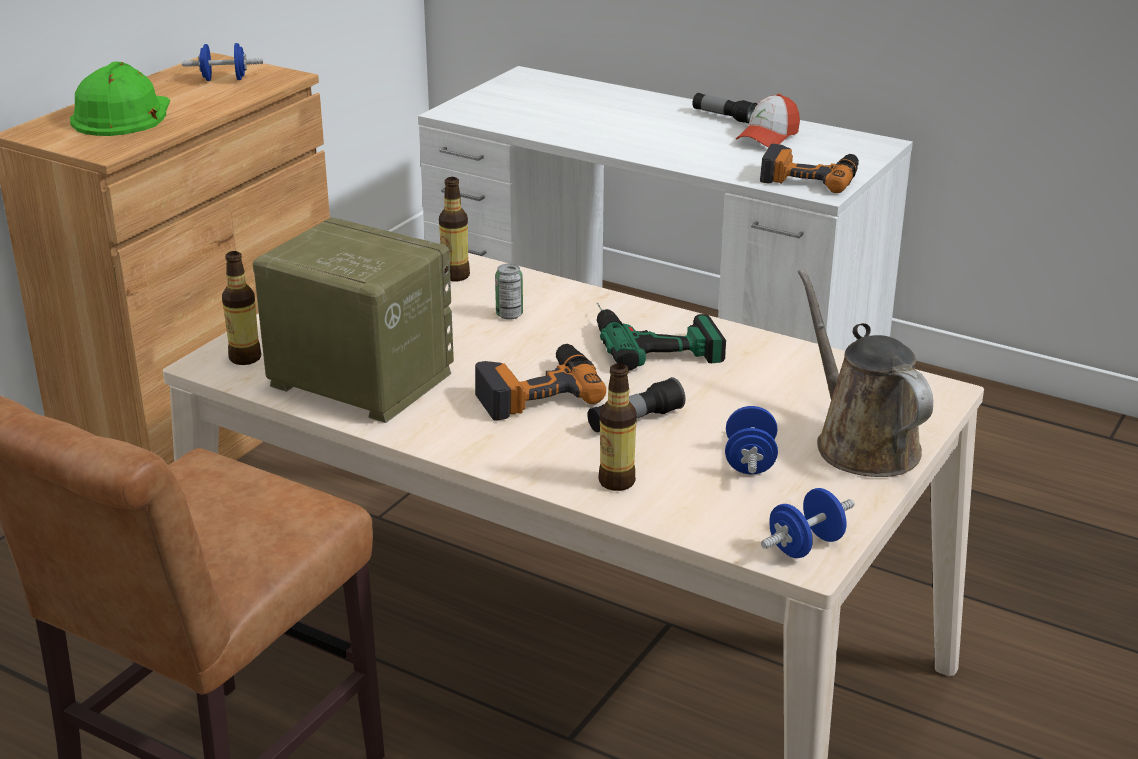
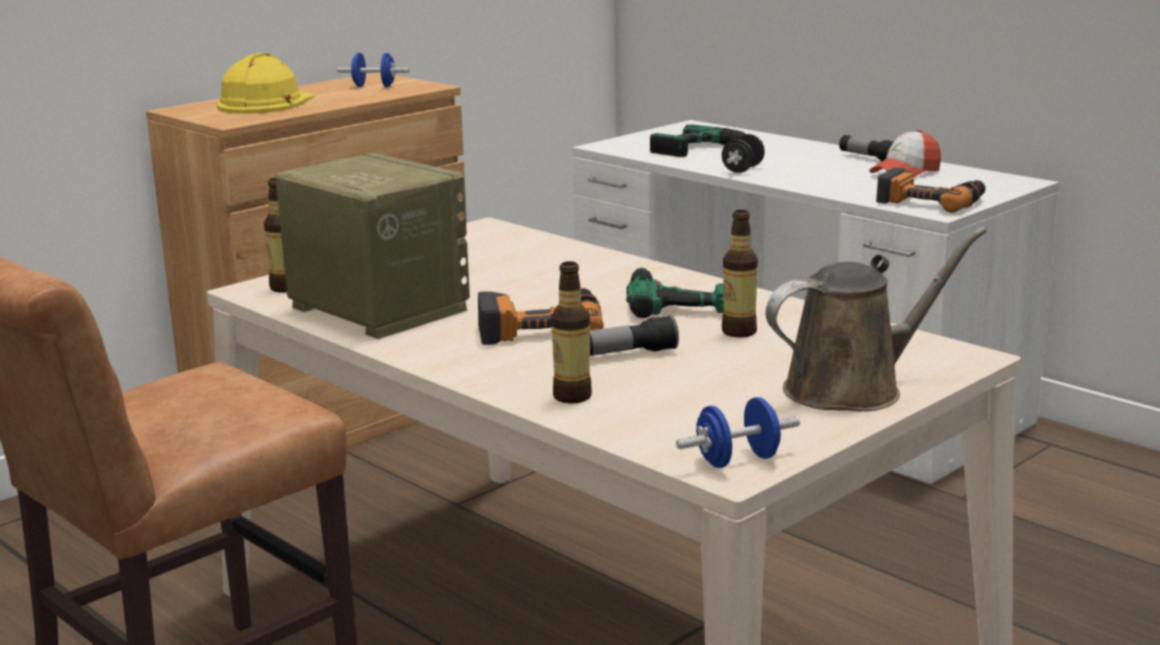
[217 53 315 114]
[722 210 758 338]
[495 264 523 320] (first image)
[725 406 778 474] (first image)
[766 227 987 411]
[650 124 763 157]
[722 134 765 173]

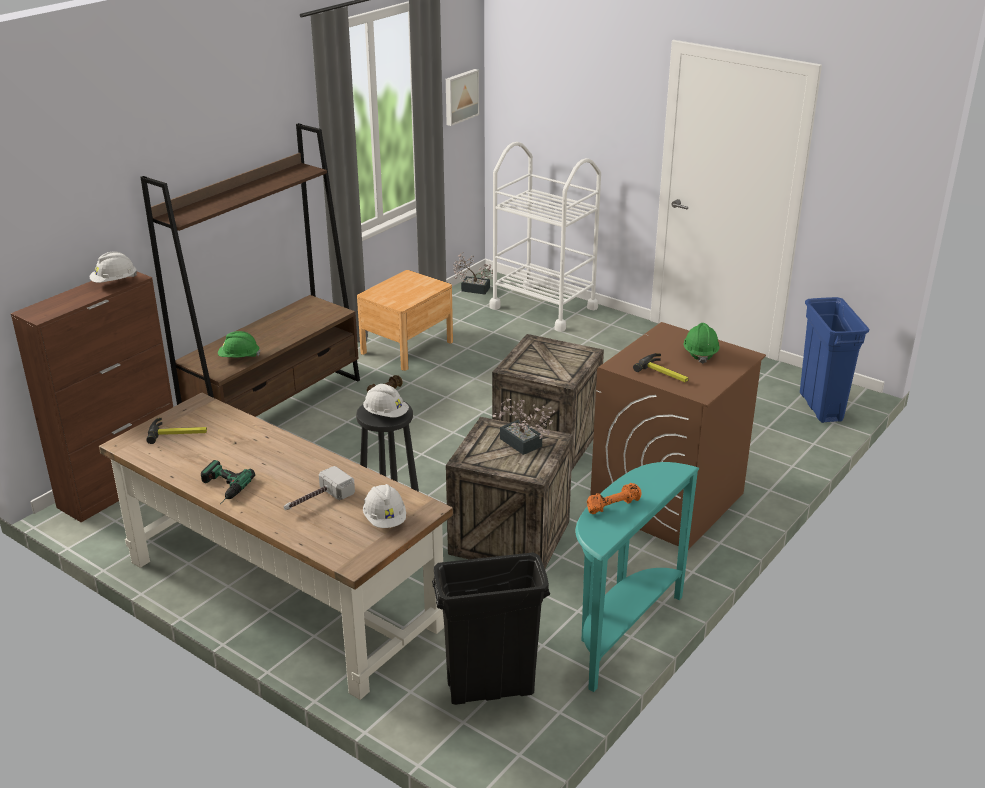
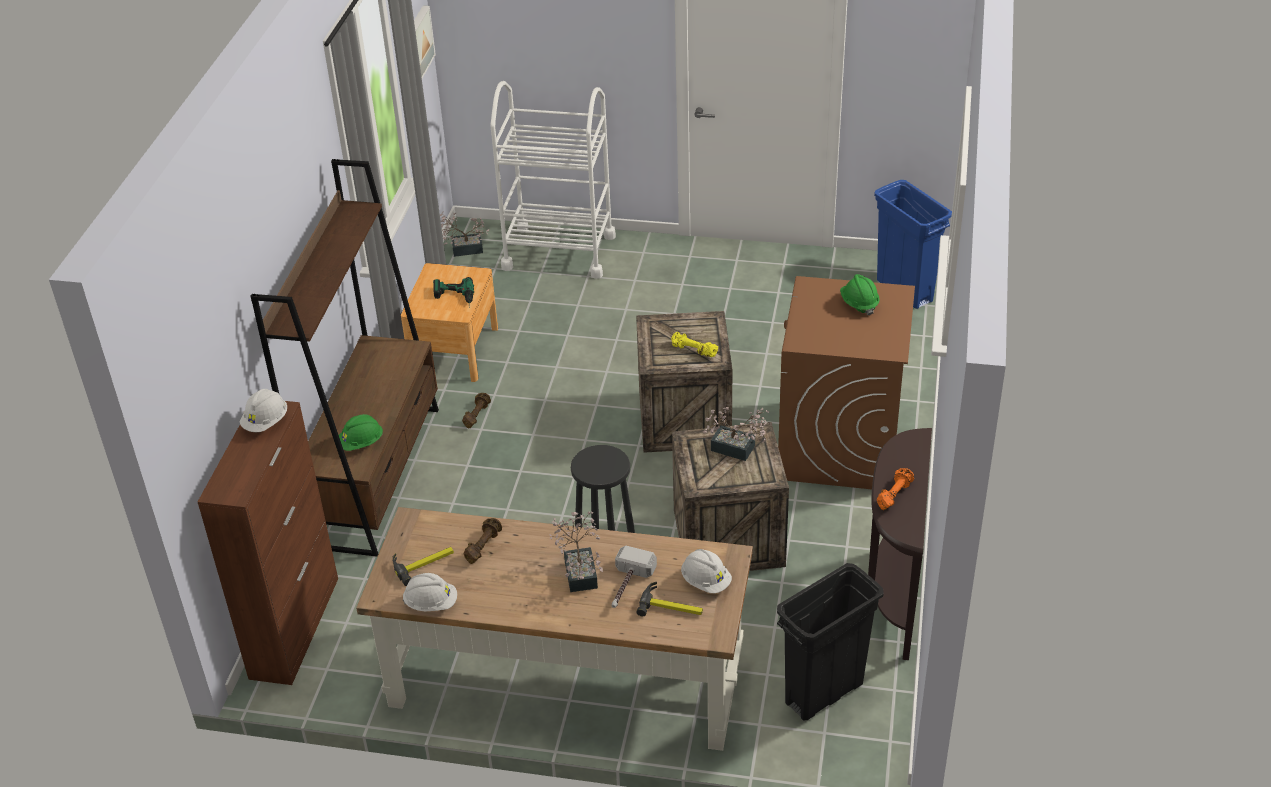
[433 277 474 303]
[403 573 457 611]
[868 428 932 660]
[636 582 703 617]
[464 518 502 564]
[549 511 603 592]
[671 332 718 357]

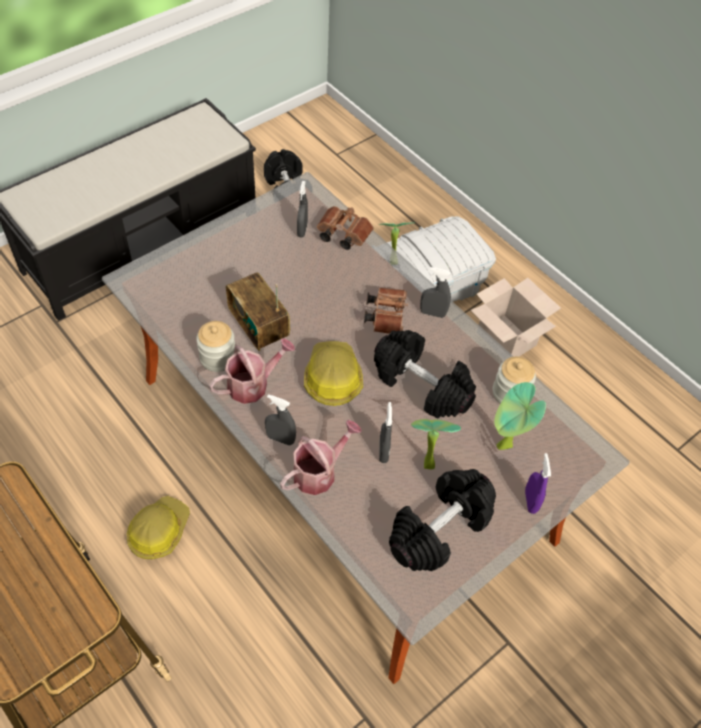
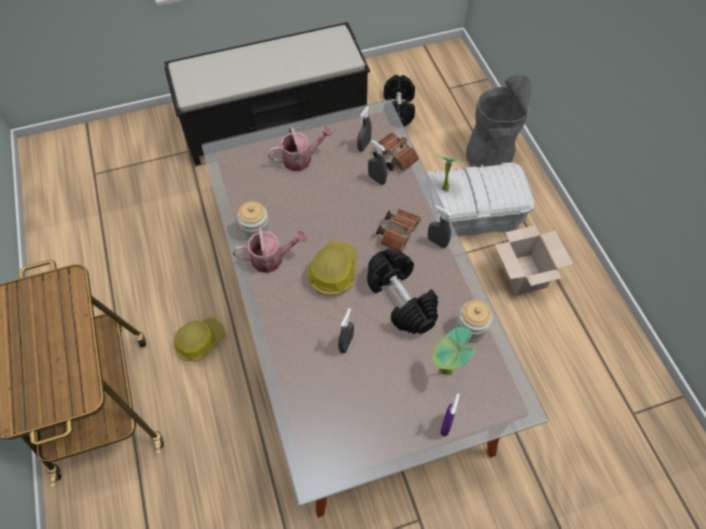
[226 272 290 351] (first image)
[368 140 387 185]
[268 126 333 171]
[389 469 496 571] (first image)
[411 419 461 469] (first image)
[466 75 531 167]

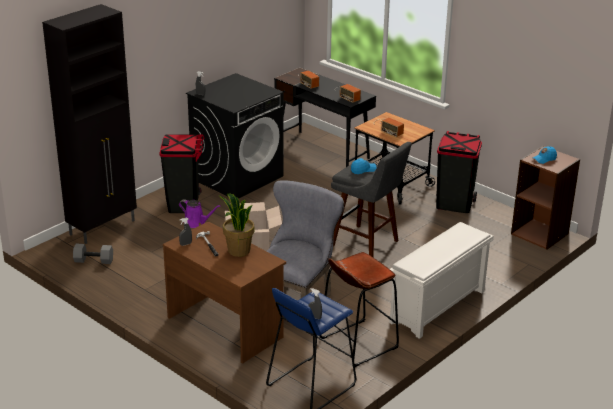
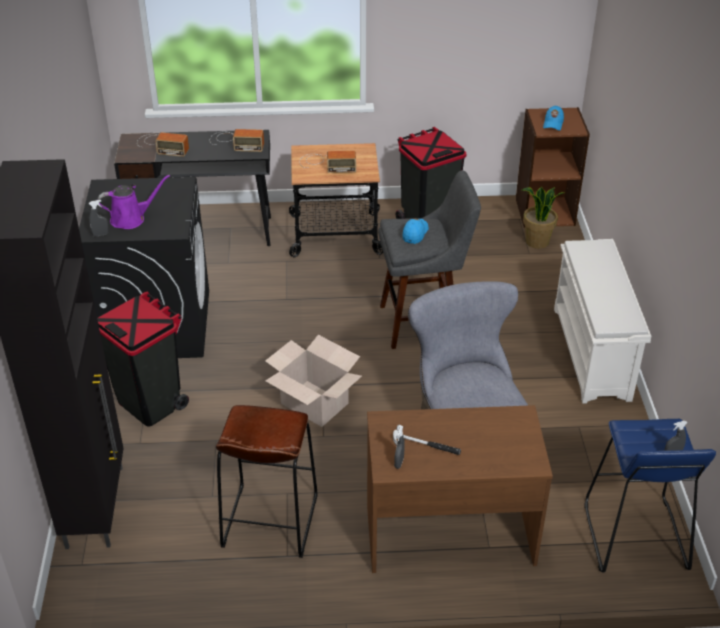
[73 244 113 264] (first image)
[97 175 170 229]
[522 187 564 249]
[216 405 318 558]

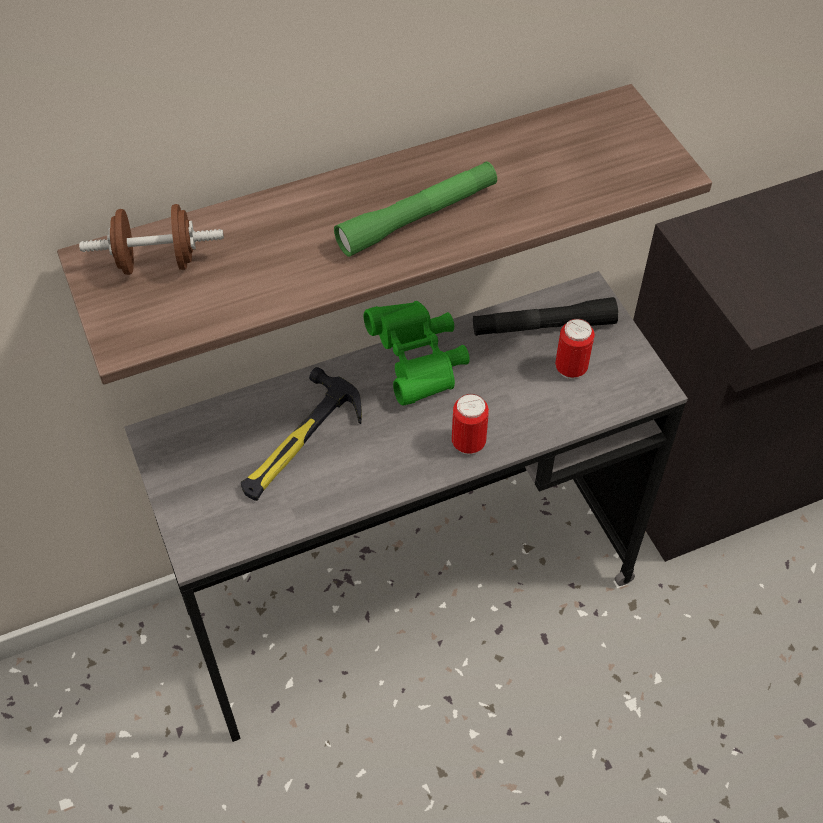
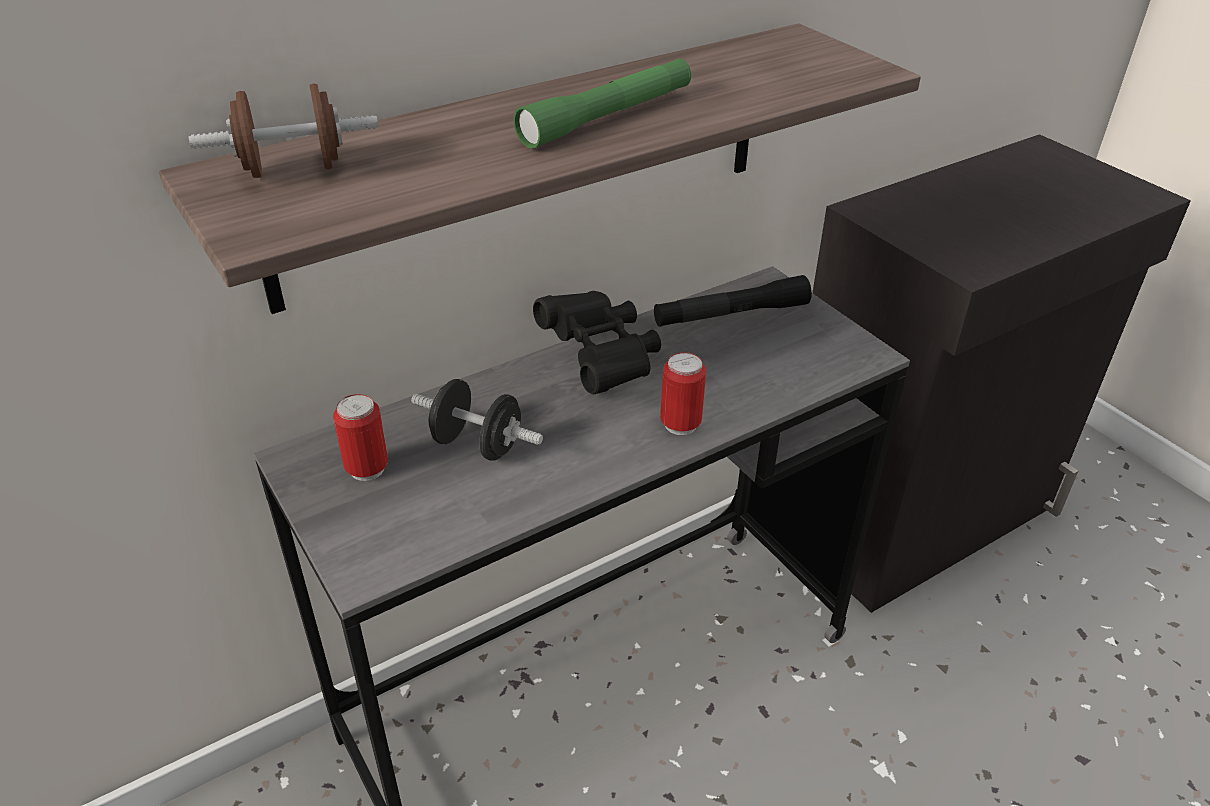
[411 379 543 461]
[533 291 661 395]
[333 394 388 481]

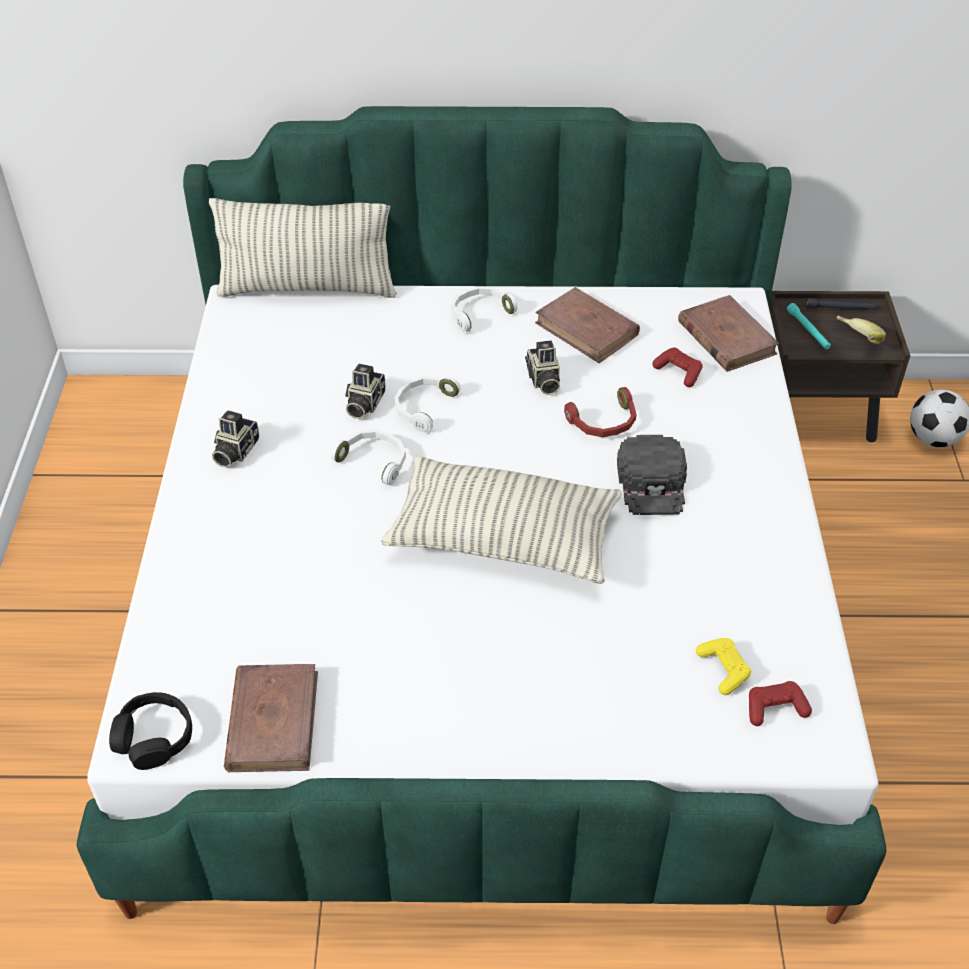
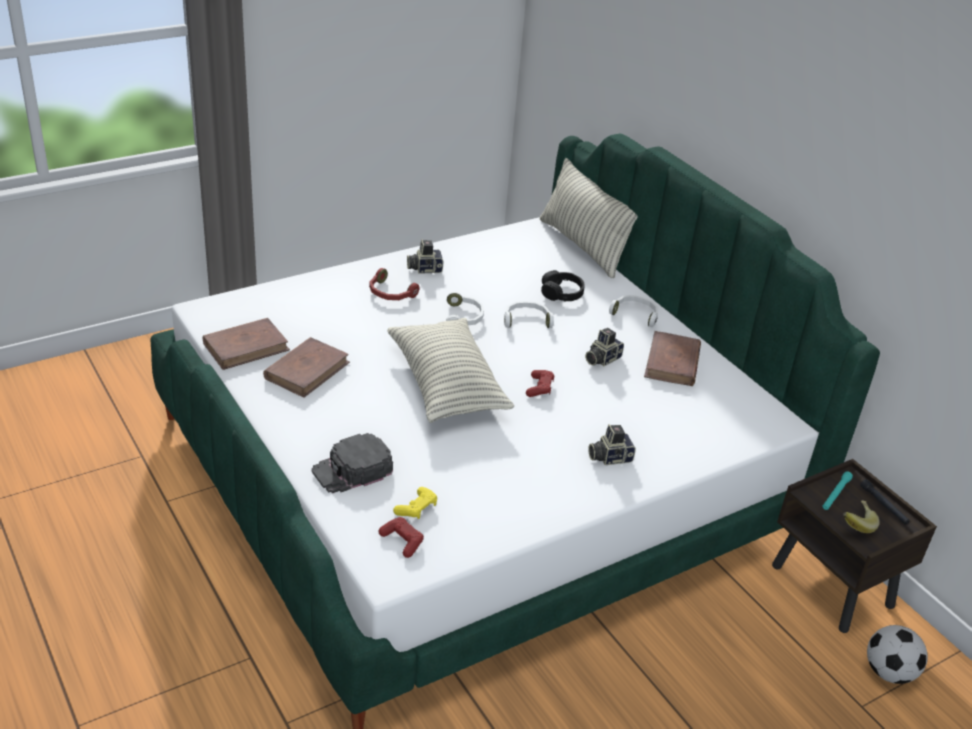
[541 270 585 302]
[588 424 636 465]
[369 268 419 300]
[312 433 393 493]
[526 370 554 397]
[263 337 350 397]

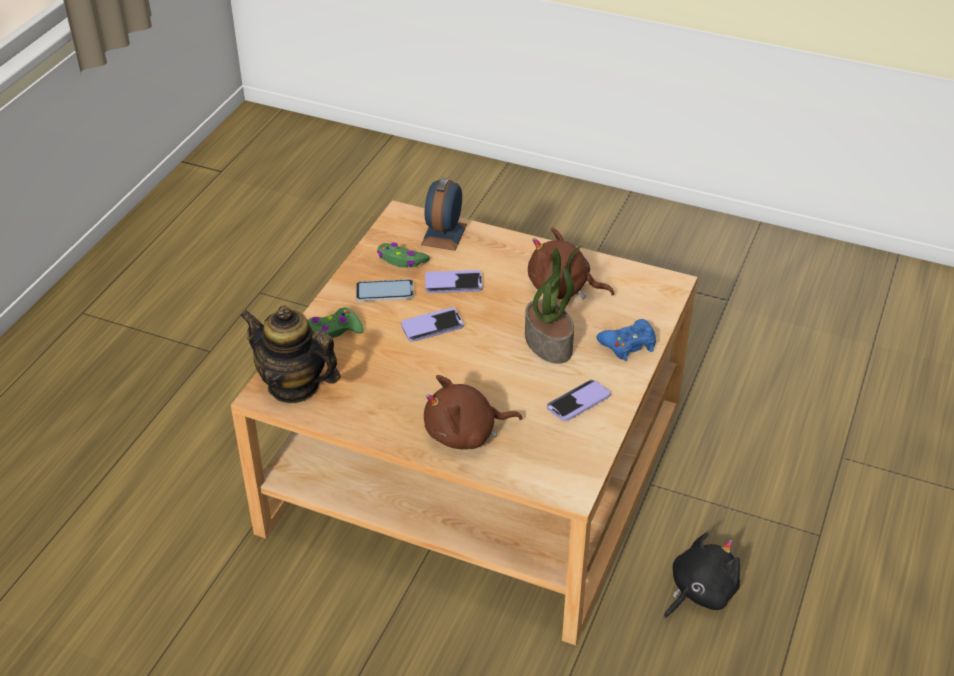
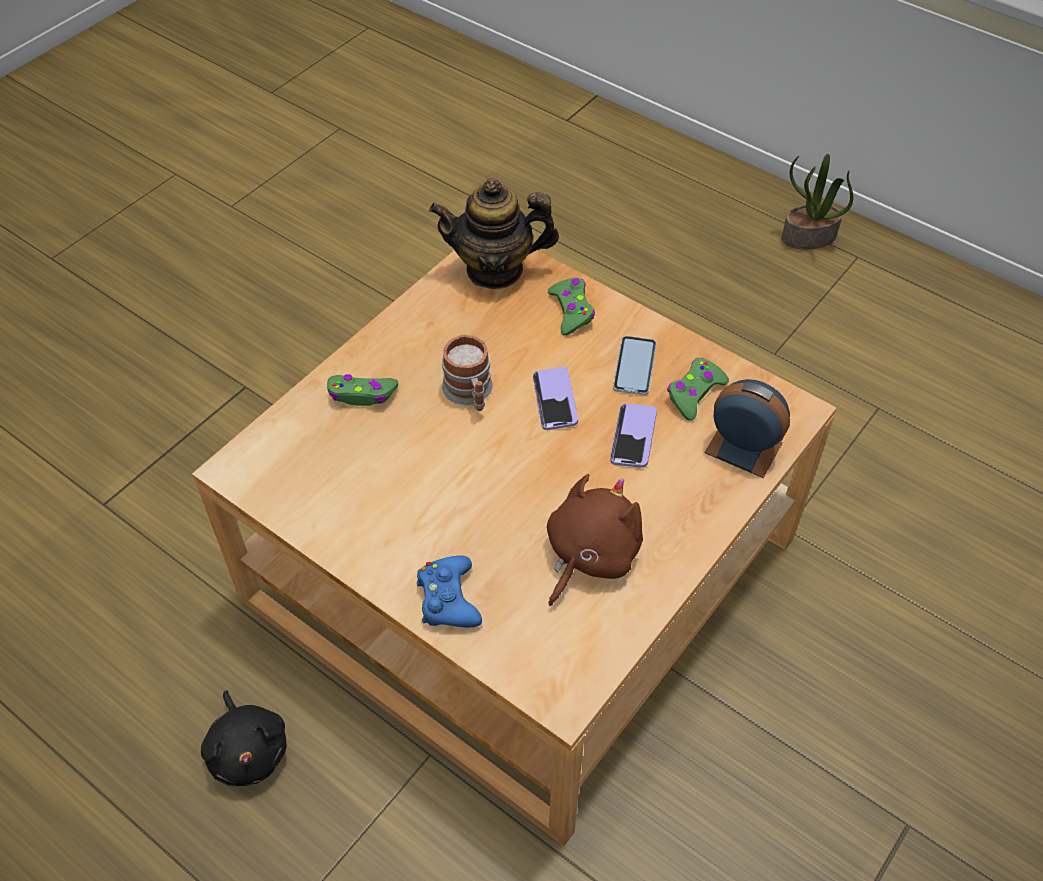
[429 178 559 289]
[327 374 398 406]
[782 154 853 250]
[547 380 610 421] (first image)
[442 334 493 411]

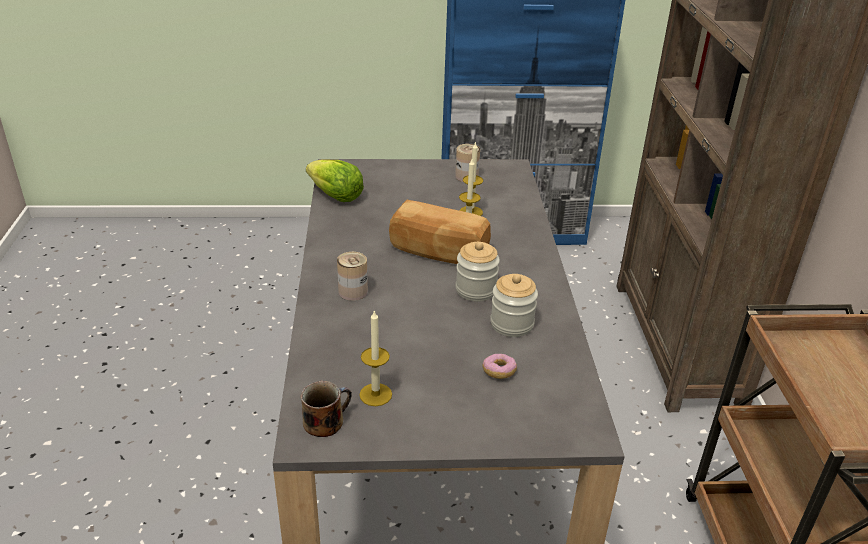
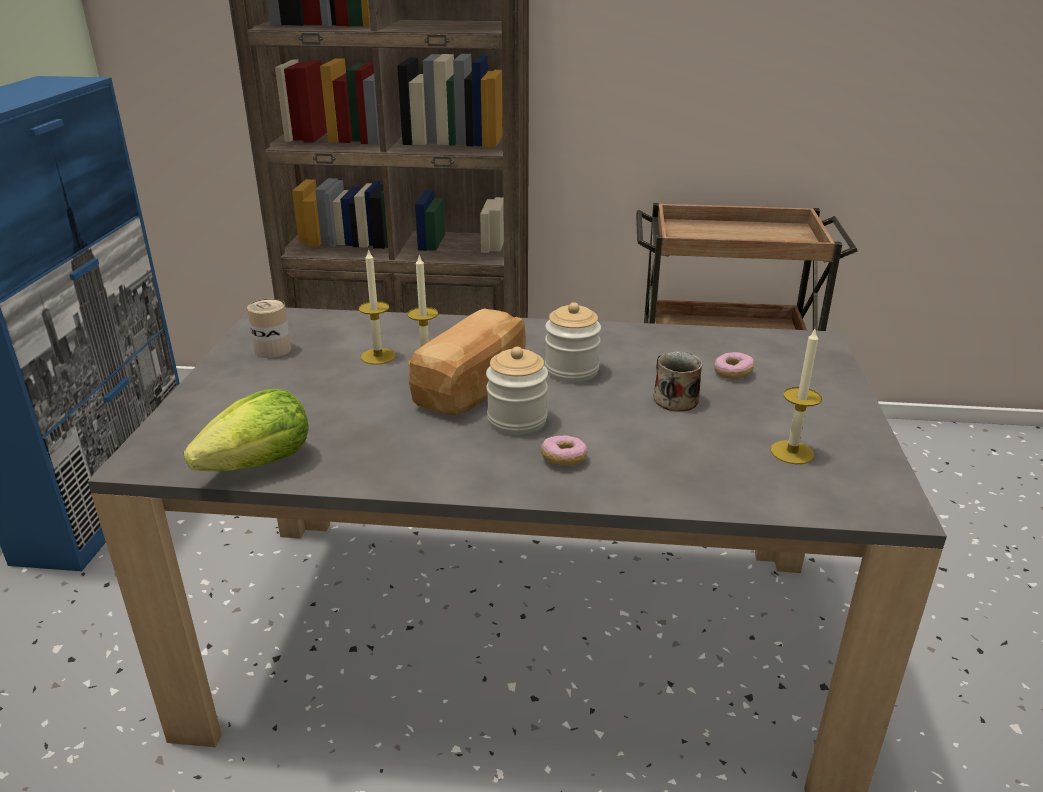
[654 352 702 412]
[541 436 587 466]
[486 347 548 435]

